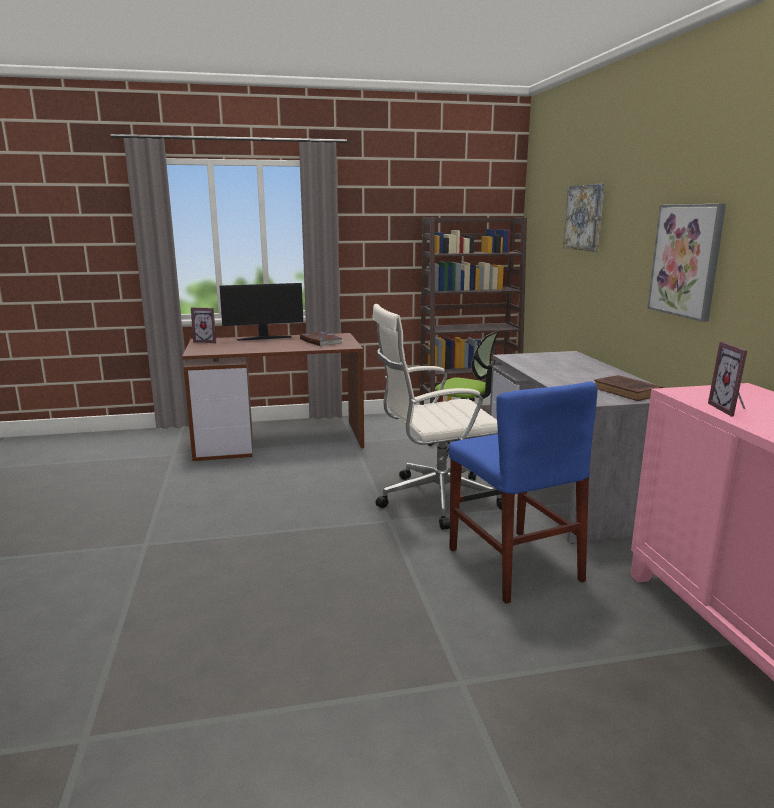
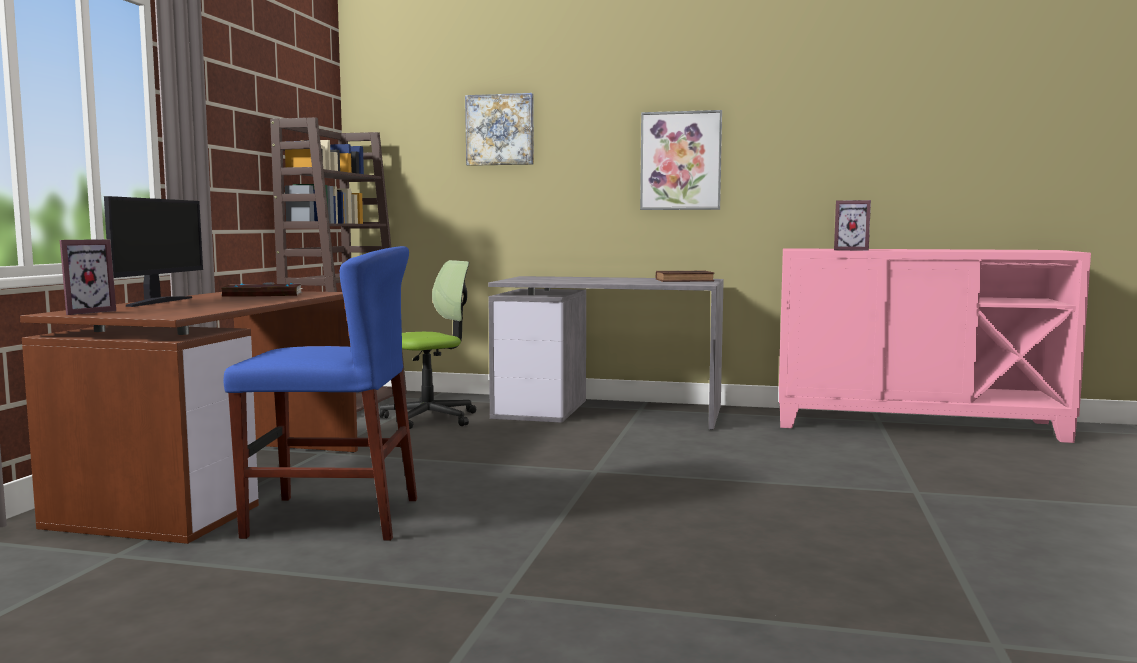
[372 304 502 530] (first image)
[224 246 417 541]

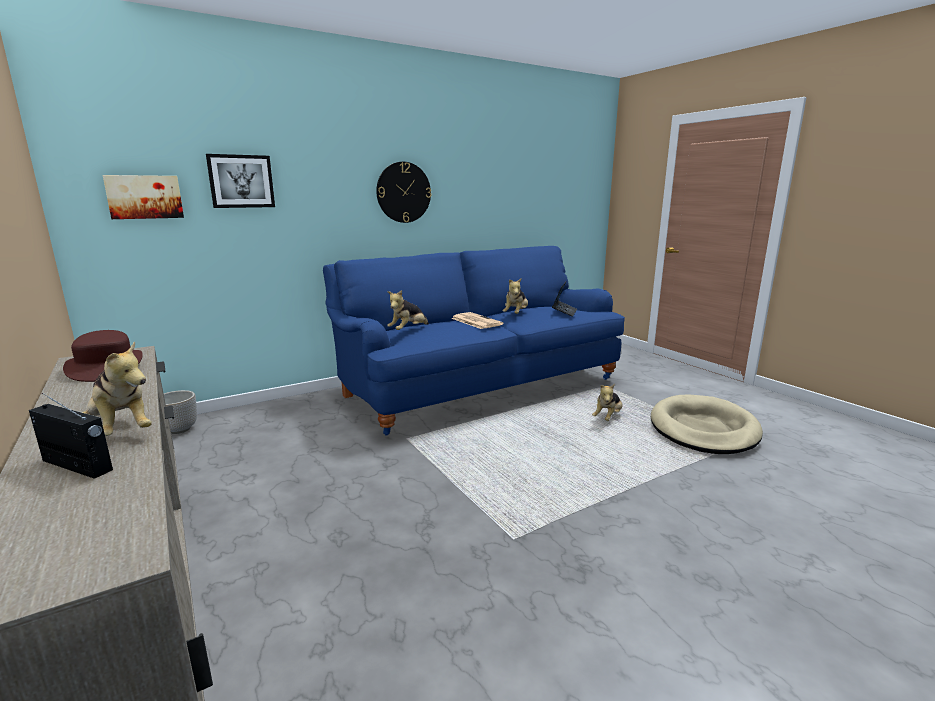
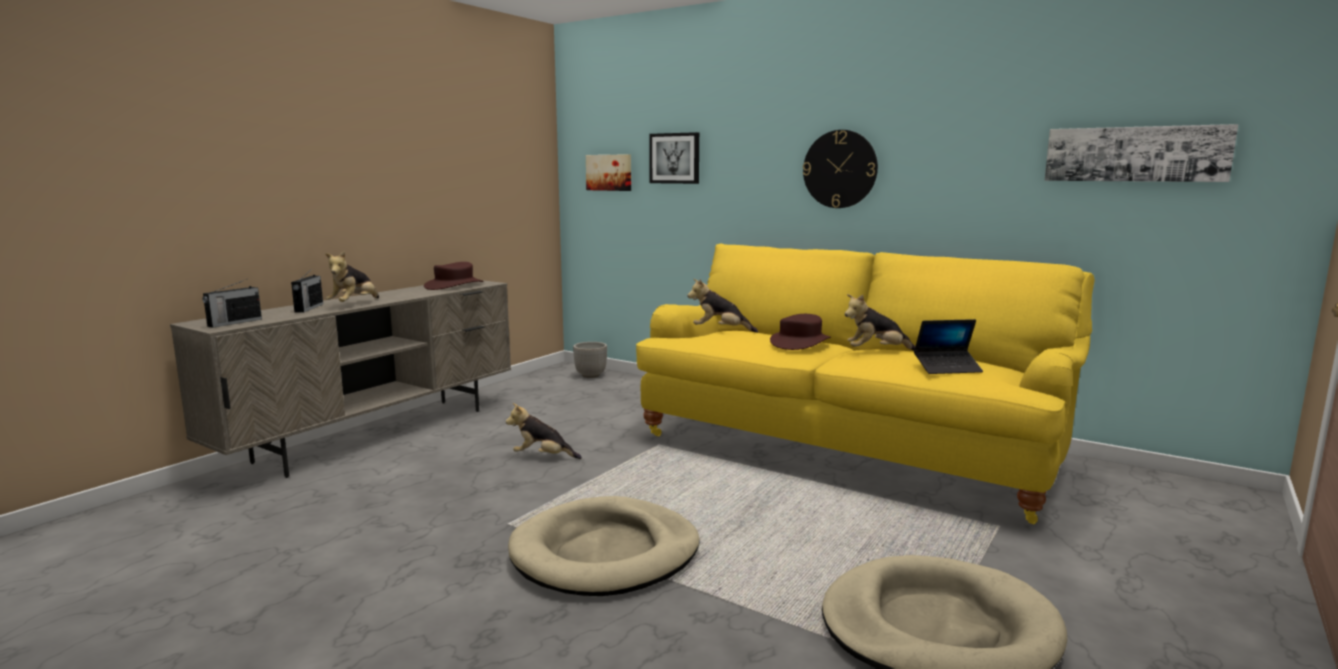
[636 244 1095 524]
[770 314 831 350]
[506 403 582 459]
[202 279 262 328]
[508 496 700 596]
[1045 124 1238 182]

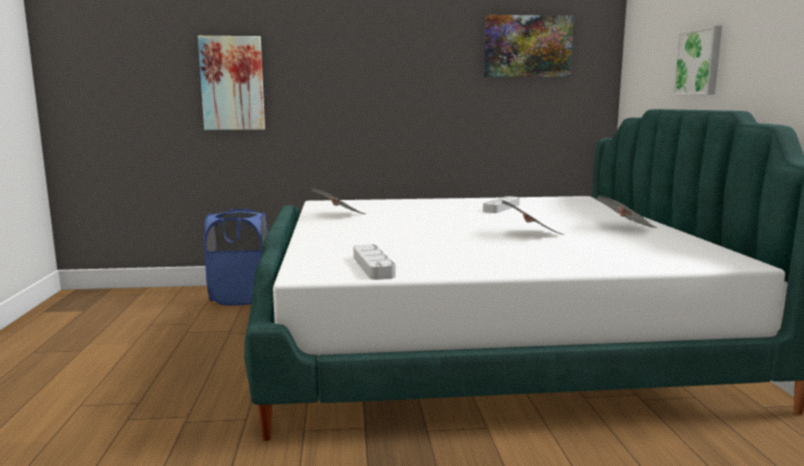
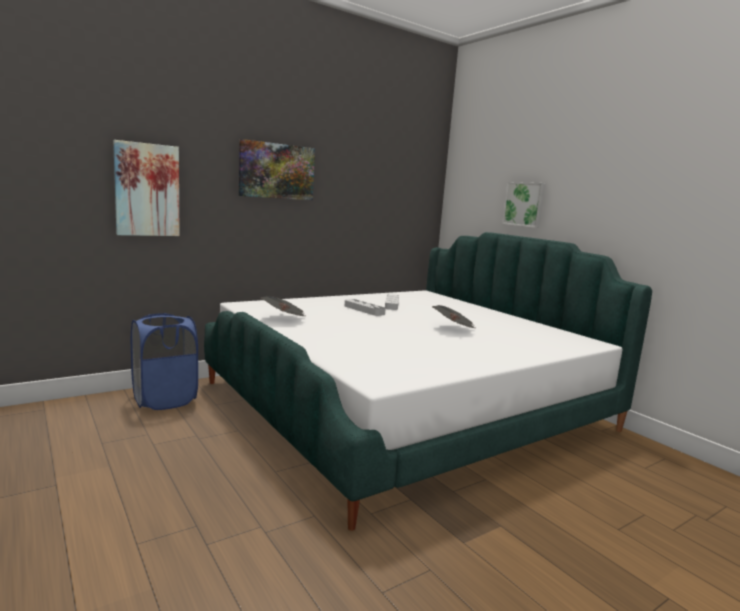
[345 299 386 316]
[239 139 315 200]
[595 196 657 228] (first image)

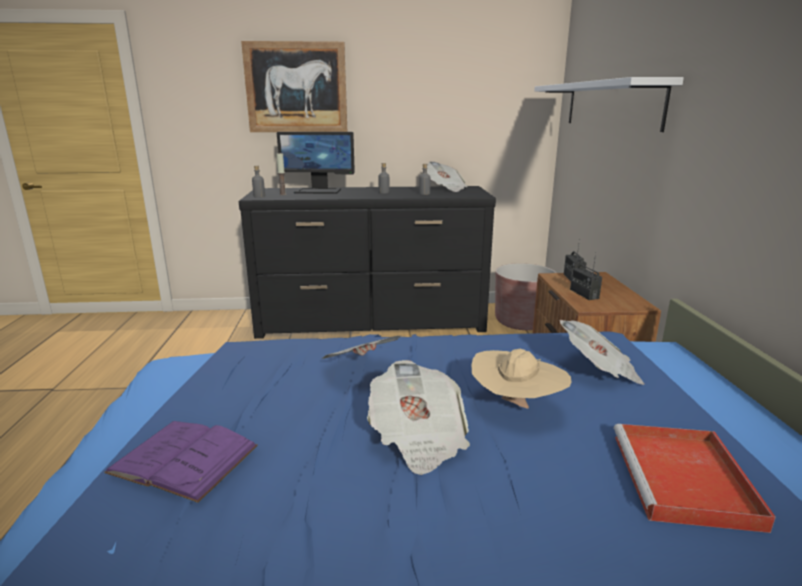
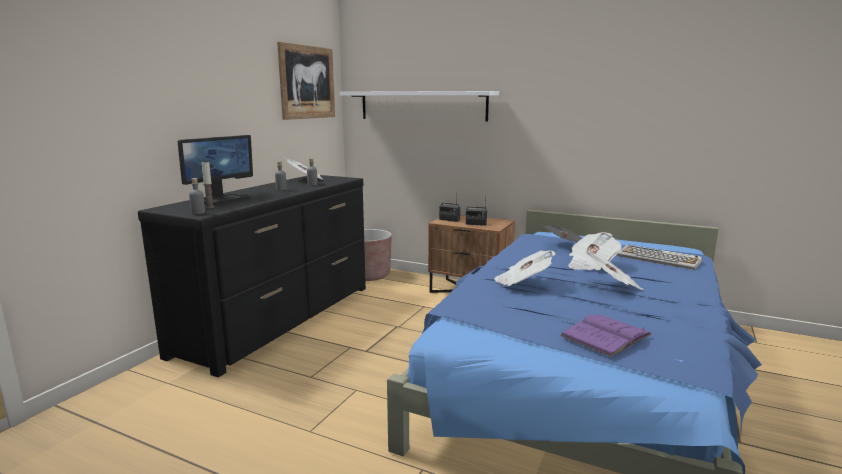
[277 42 335 120]
[568 232 621 270]
[617 244 702 270]

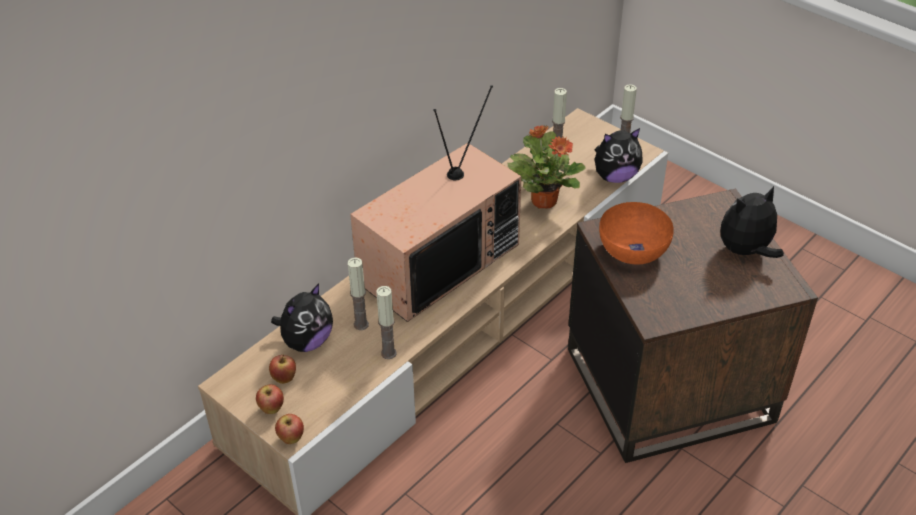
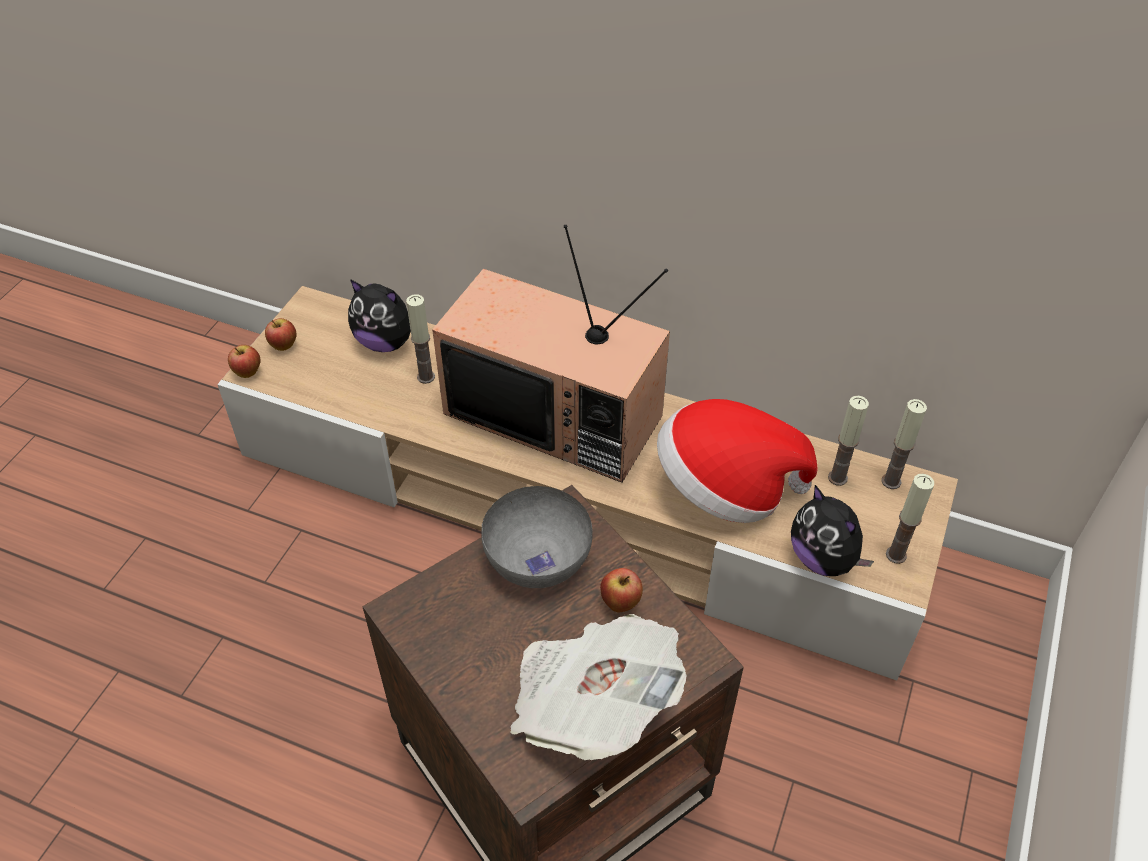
[600 568 643 613]
[882 399 927 489]
[657 399 818 523]
[482 486 593 588]
[510 614 686 760]

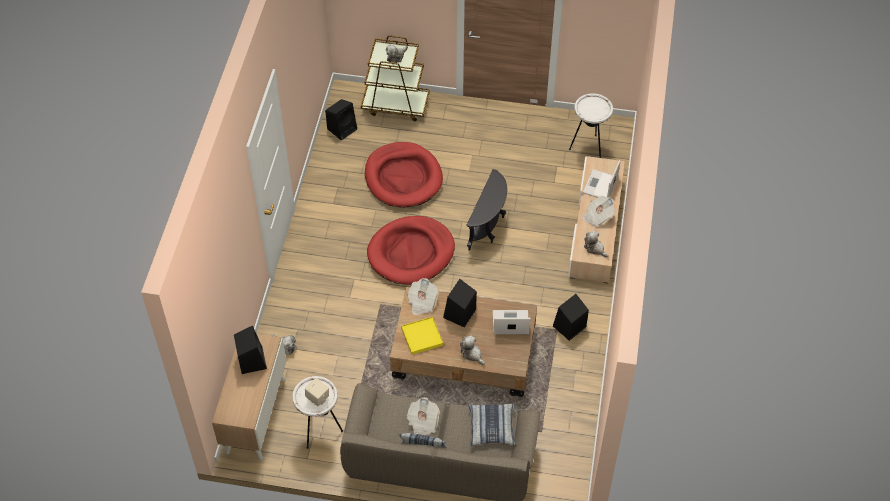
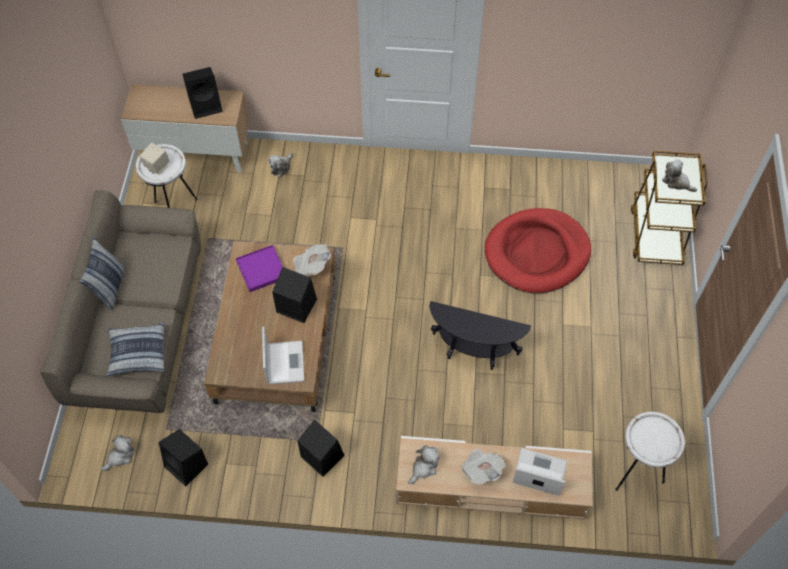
[159 429 208 486]
[367 216 455 285] (first image)
[236 245 283 292]
[406 397 440 435] (first image)
[100 435 134 471]

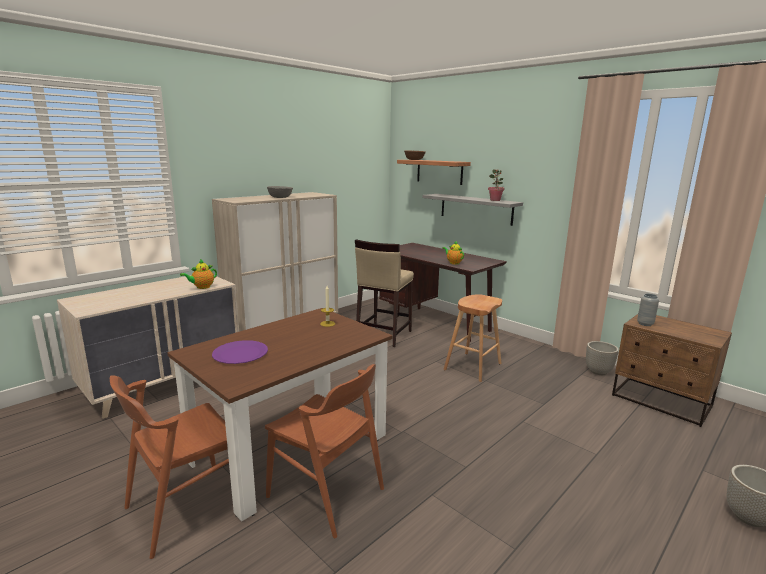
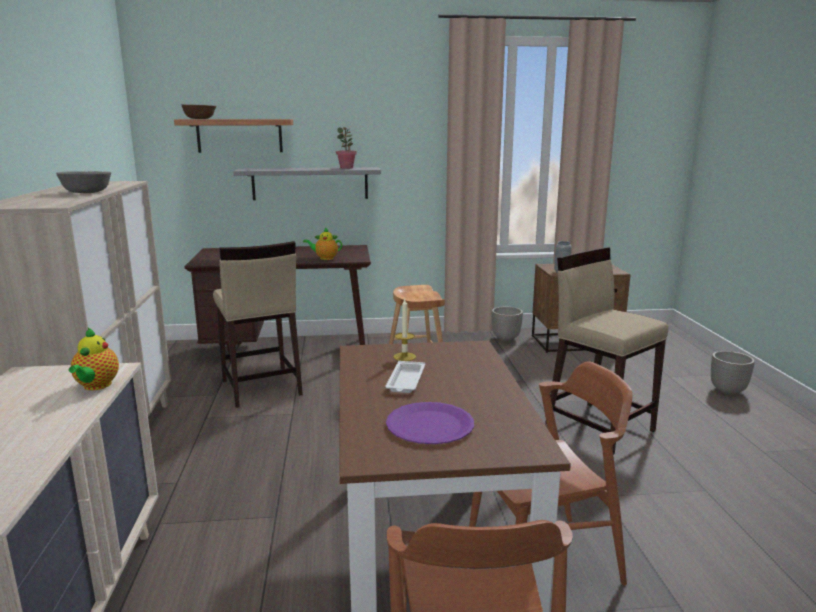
[385 361 425 393]
[545 247 668 455]

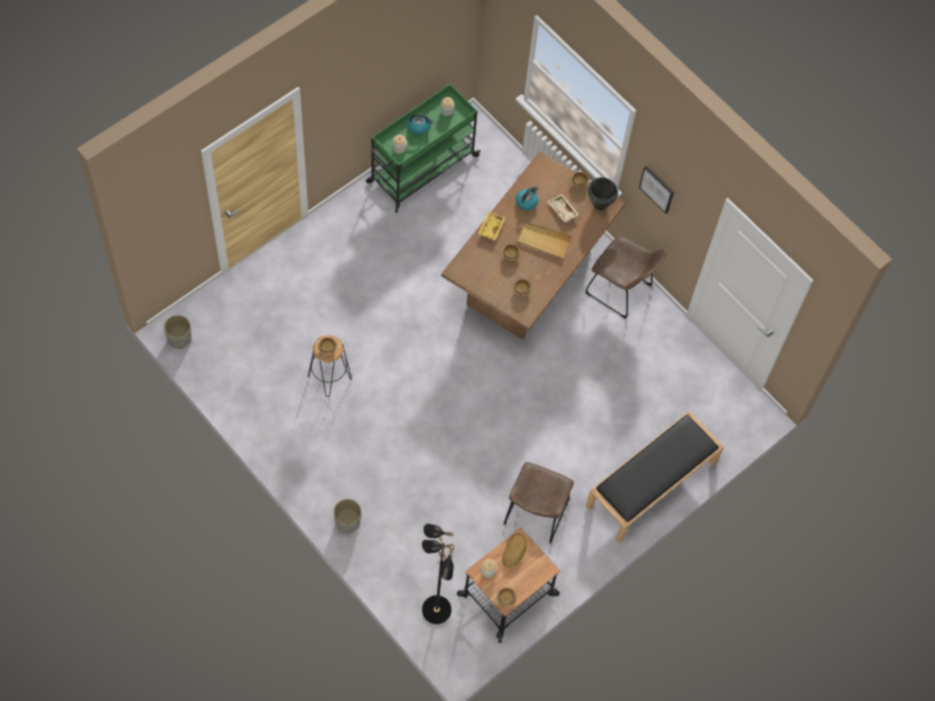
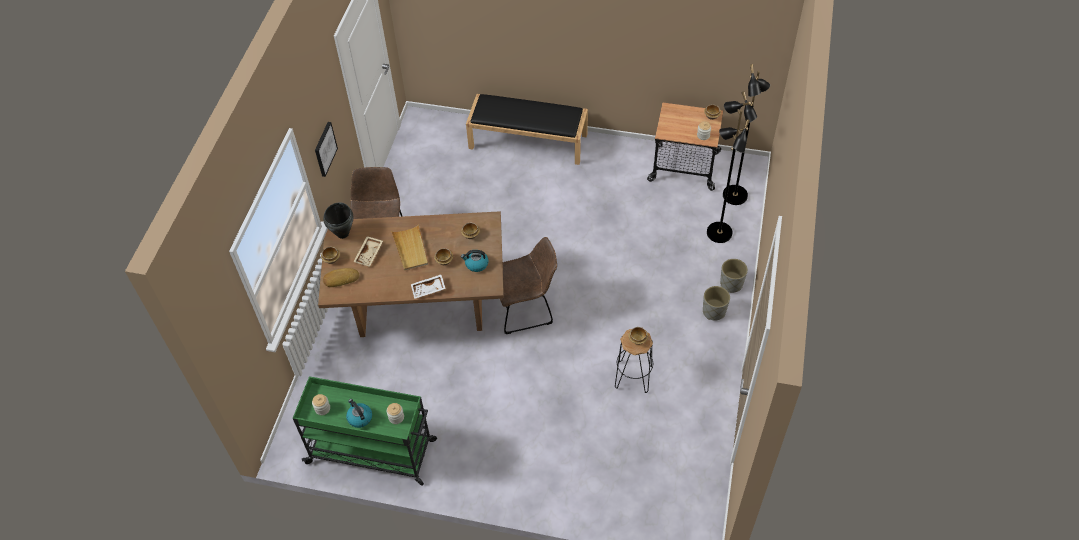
[703 286 730 320]
[411 274 445 299]
[323 268 359 287]
[500 237 557 334]
[461 250 489 272]
[707 101 751 243]

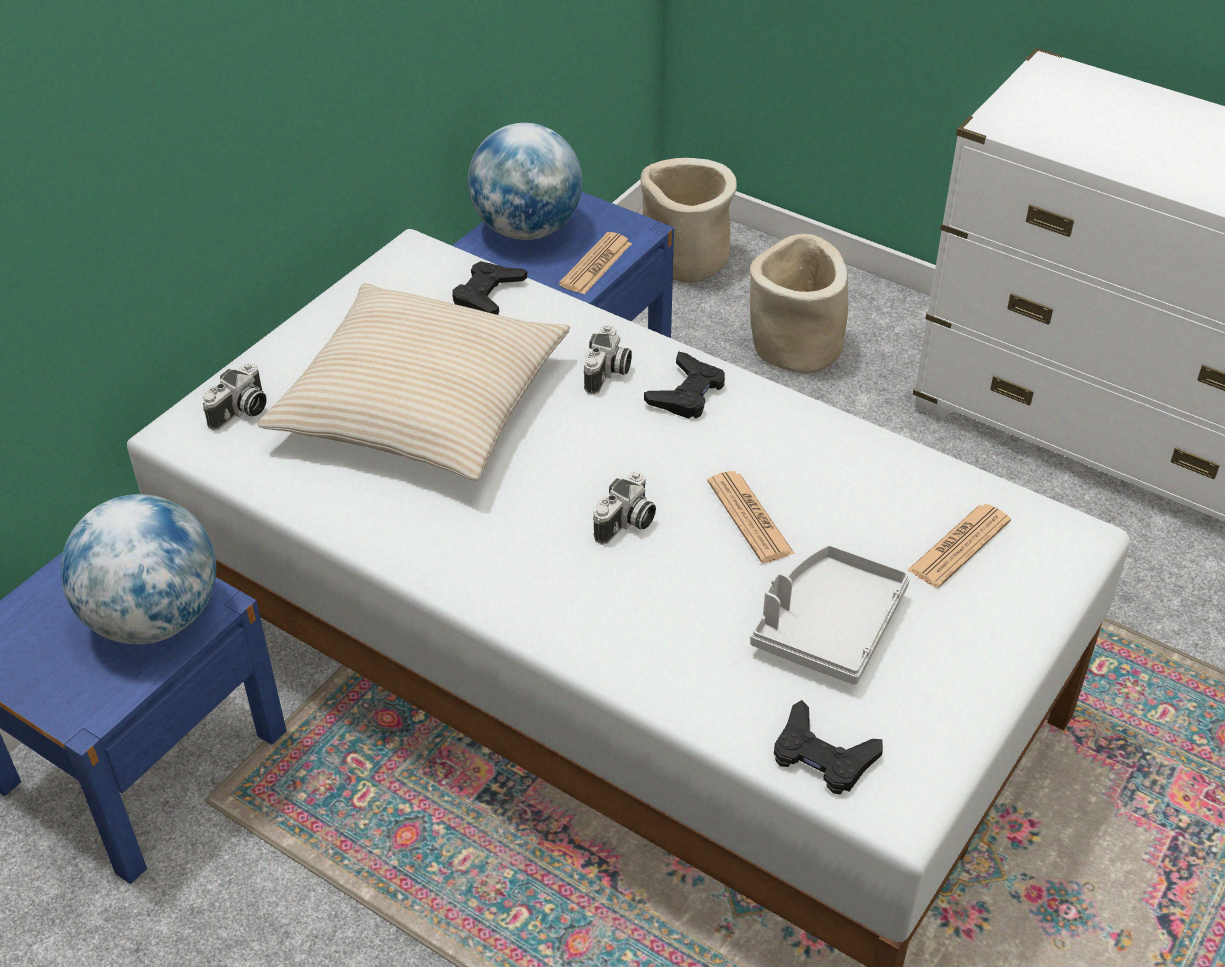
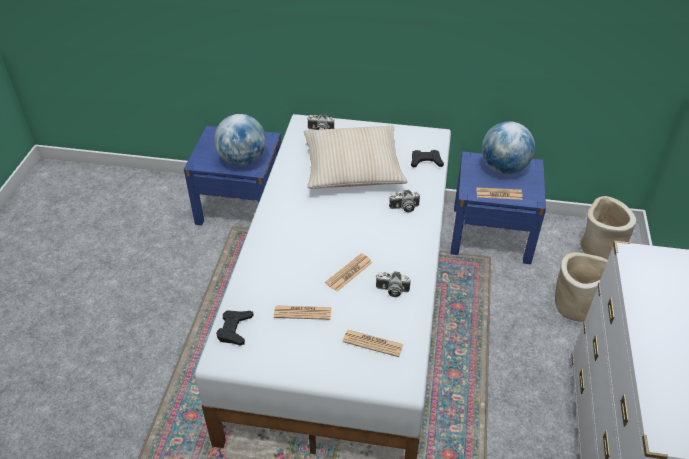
[376 271 411 297]
[644 351 725 419] (first image)
[274 305 331 320]

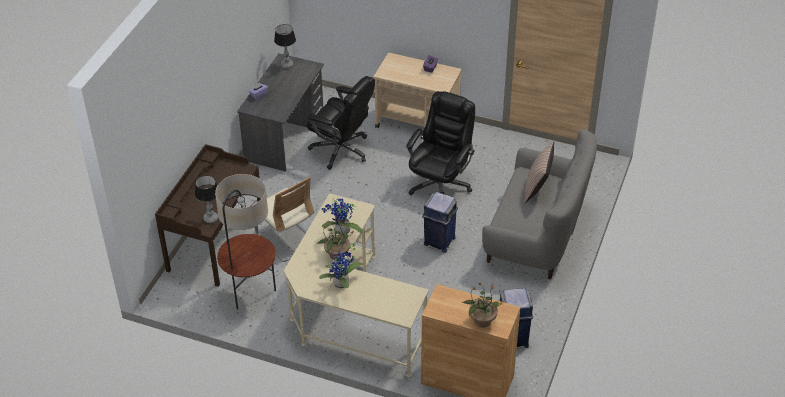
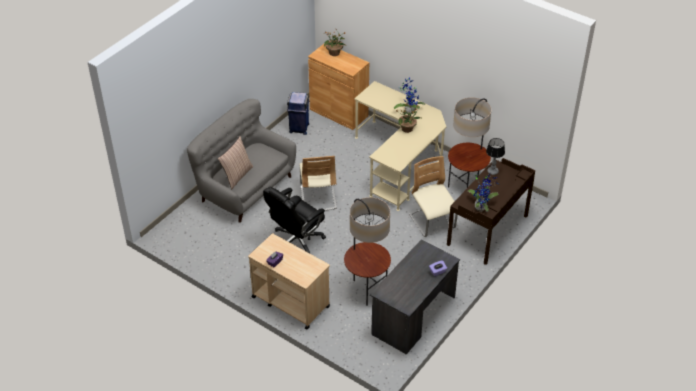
[274 24 296 69] (first image)
[344 197 391 306]
[468 173 499 212]
[300 156 337 211]

